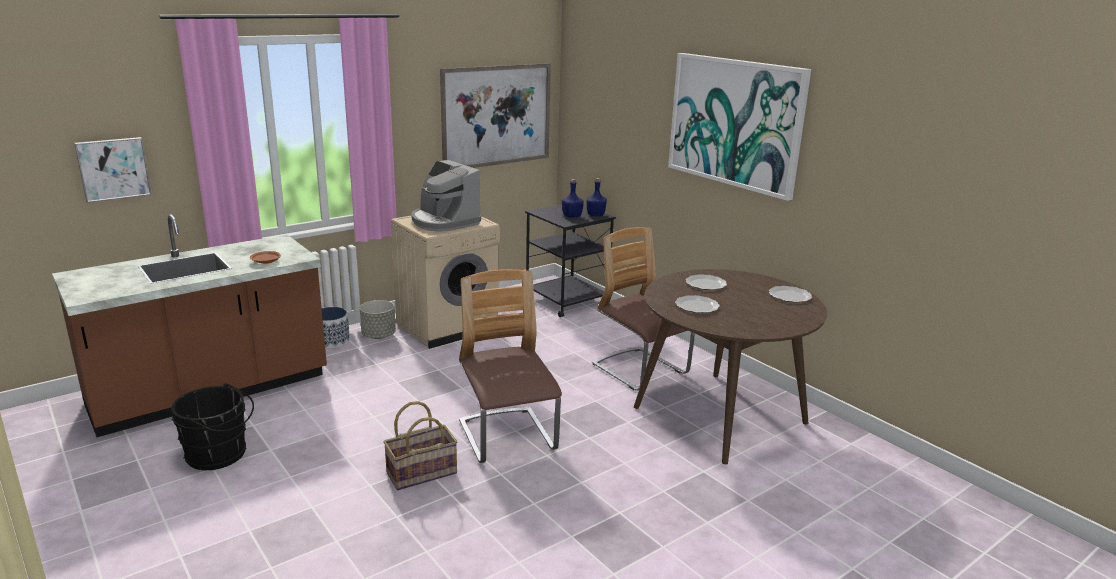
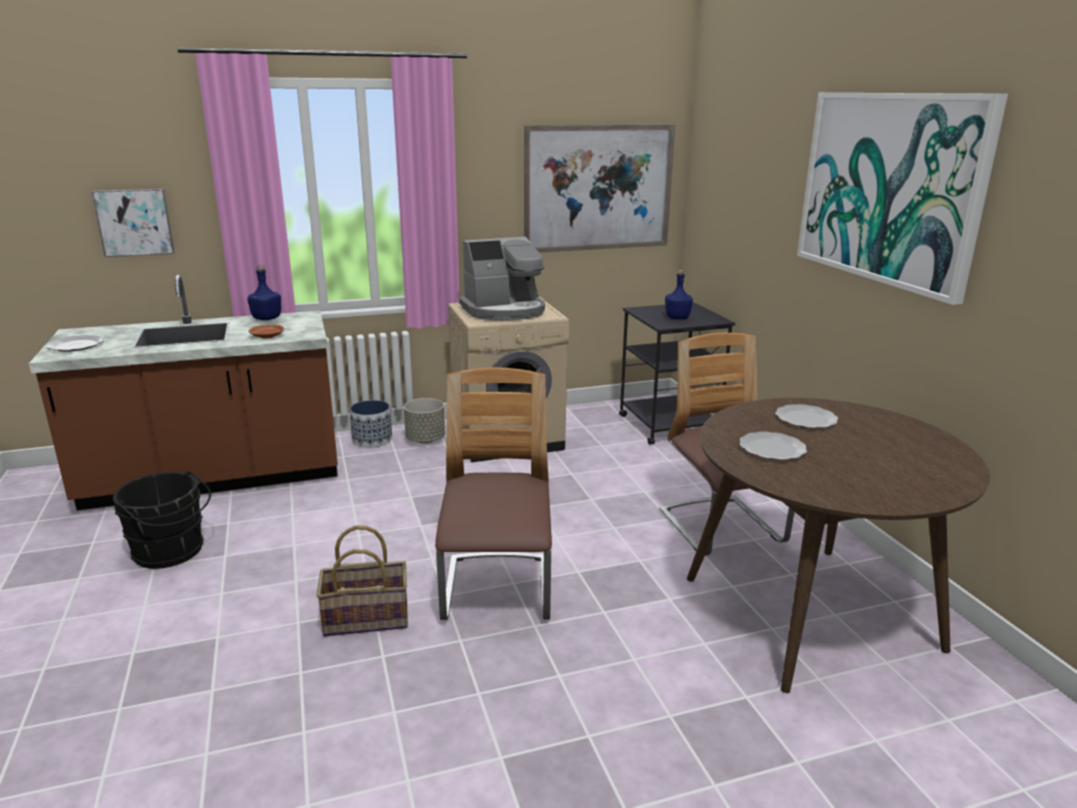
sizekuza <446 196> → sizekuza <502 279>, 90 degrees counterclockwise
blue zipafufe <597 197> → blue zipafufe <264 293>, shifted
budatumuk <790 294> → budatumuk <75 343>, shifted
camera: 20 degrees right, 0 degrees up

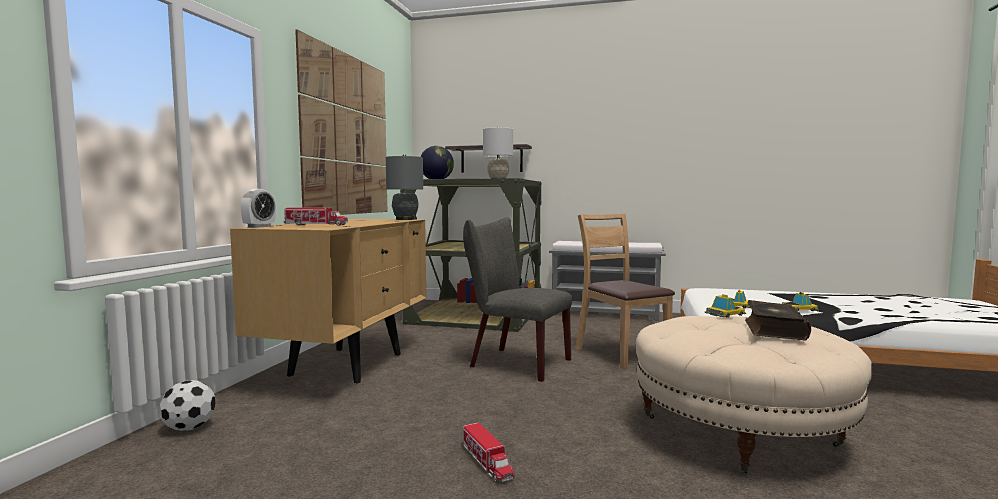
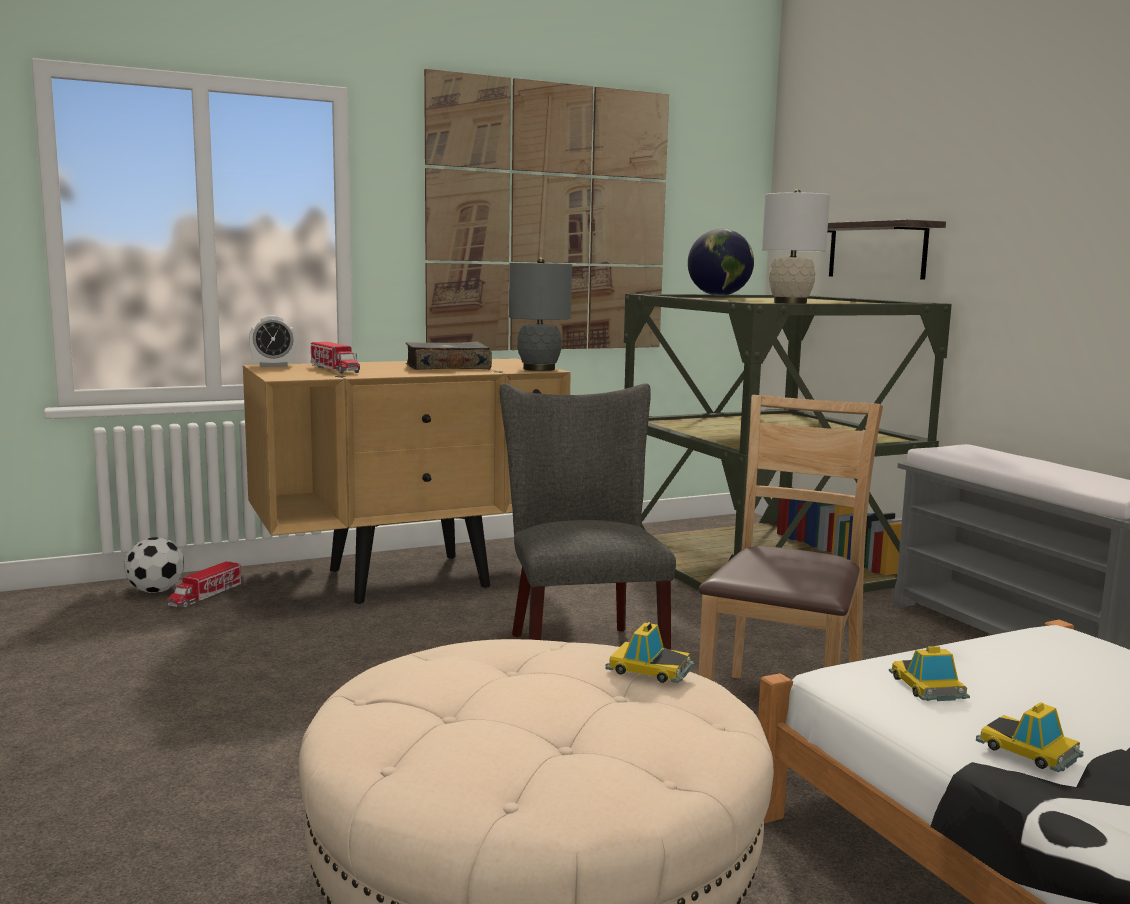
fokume <778 320> → fokume <448 355>, shifted
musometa <489 453> → musometa <204 585>, shifted
camera: 50 degrees right, 5 degrees up

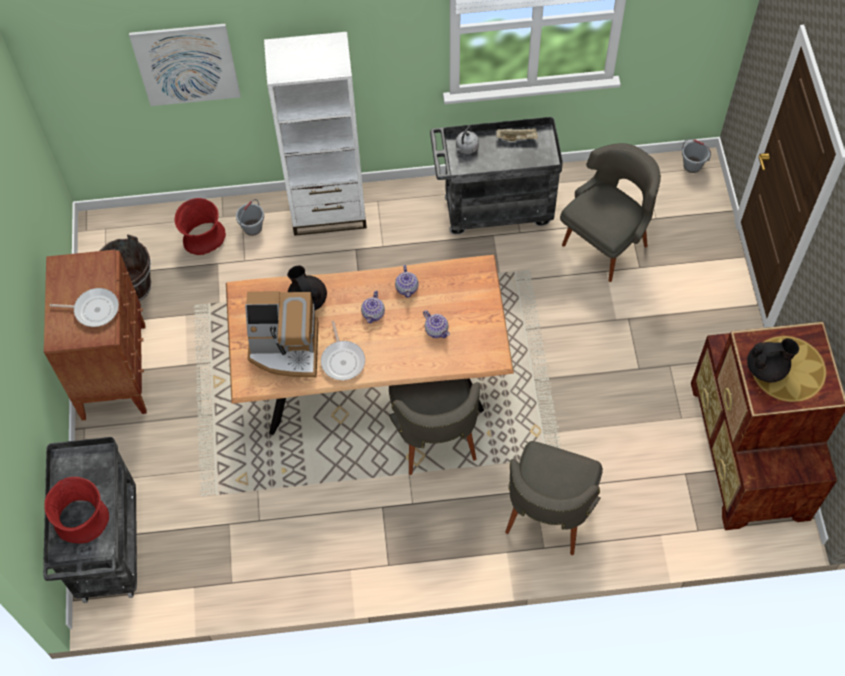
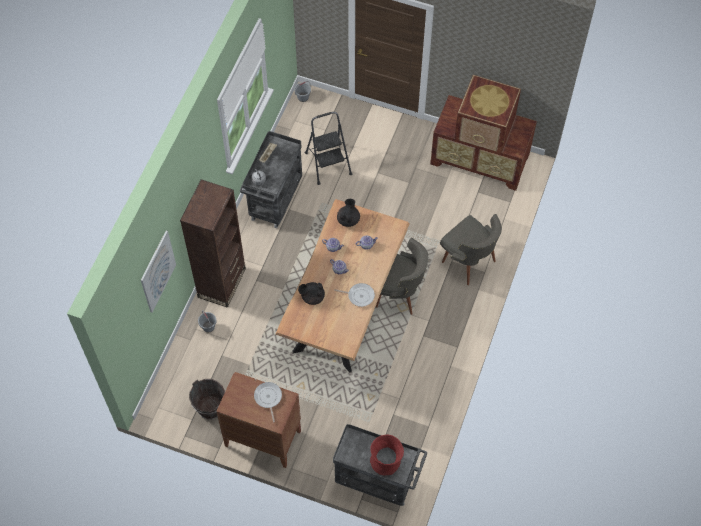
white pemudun <315 134> → brown pemudun <213 243>
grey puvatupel <610 212> → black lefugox <328 148>
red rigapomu <200 226> → -
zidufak <84 307> → zidufak <268 402>, 45 degrees counterclockwise
sizekuza <282 334> → -
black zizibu <773 360> → black zizibu <348 213>, shifted
camera: 65 degrees left, 0 degrees up

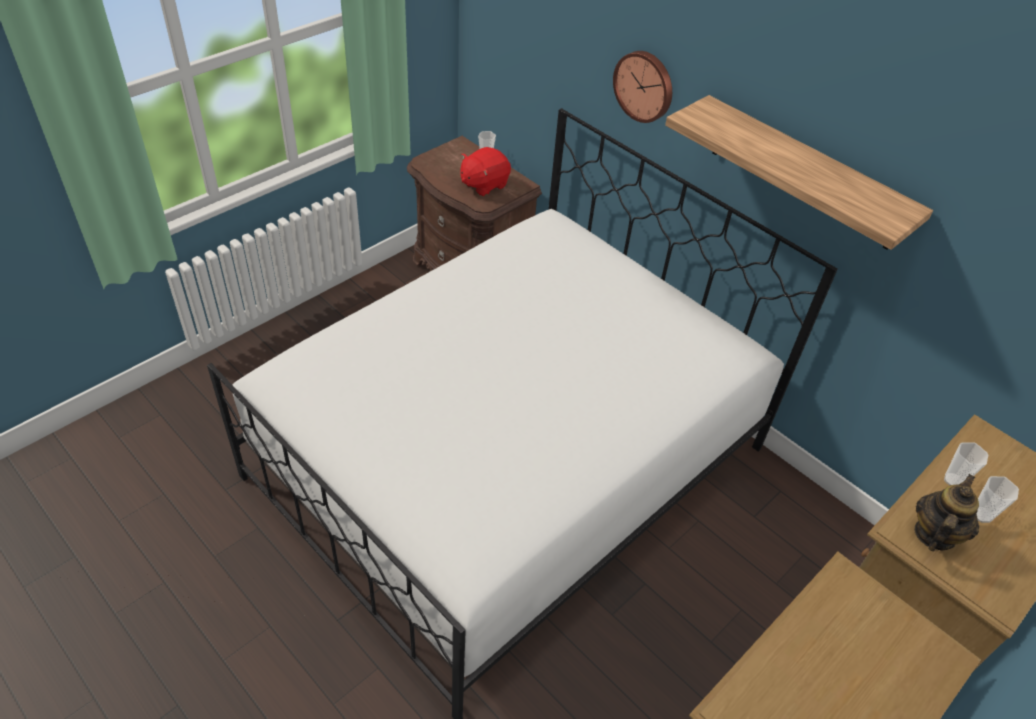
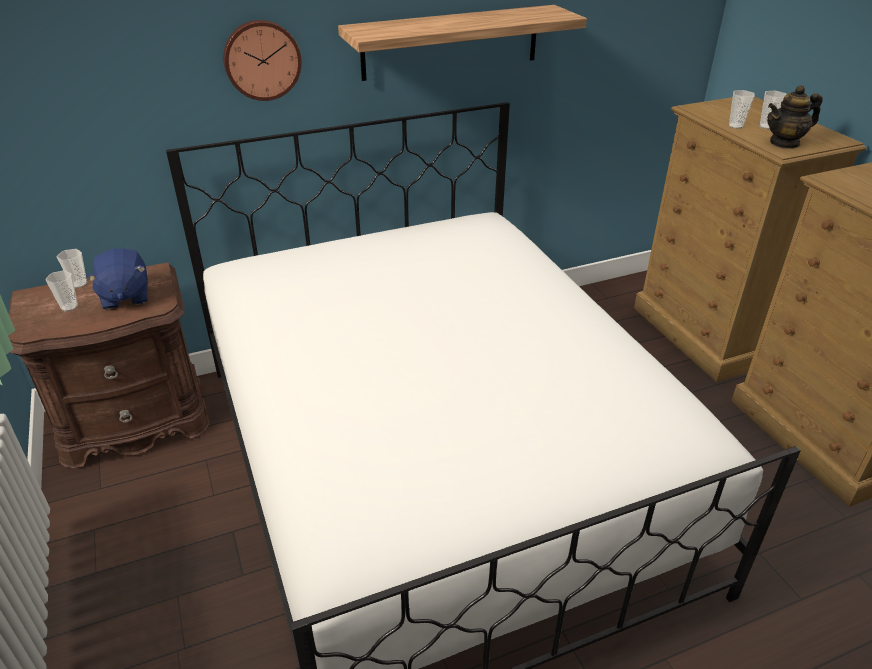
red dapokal <485 172> → blue dapokal <117 279>
zizibu <946 512> → zizibu <795 117>, 75 degrees counterclockwise
- → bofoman <61 291>
camera: 65 degrees left, 10 degrees down

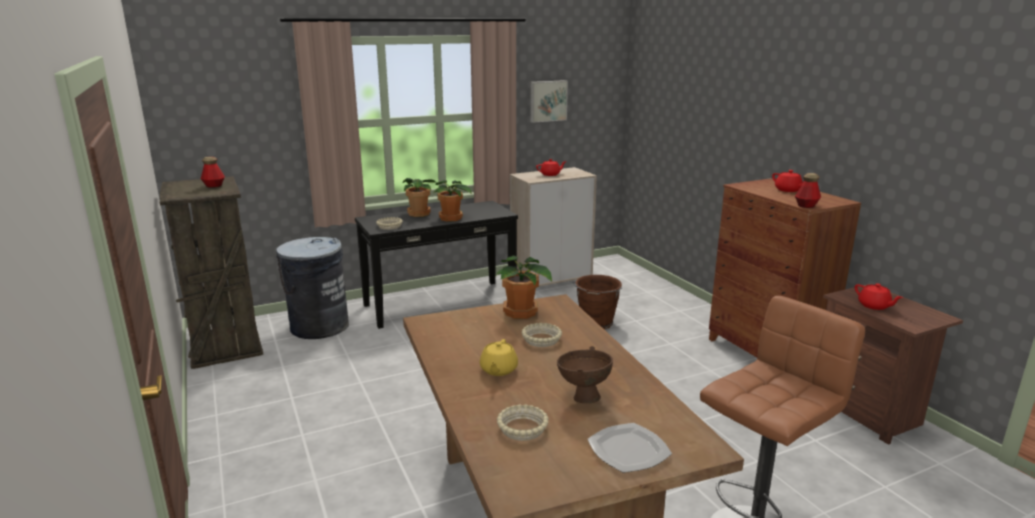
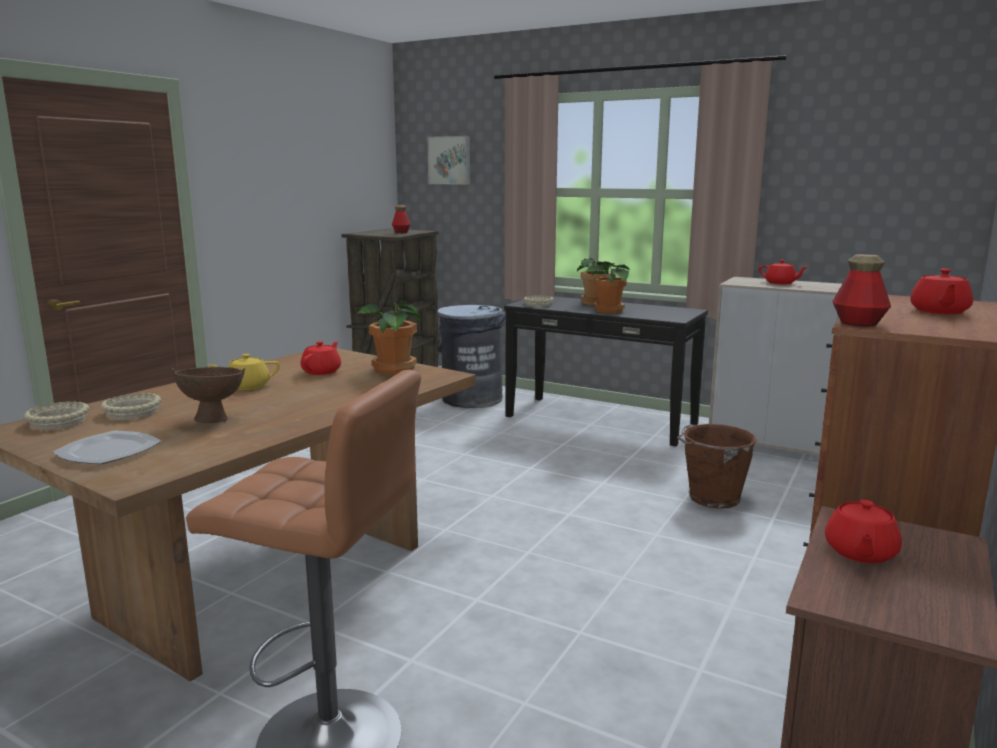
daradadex <549 101> → daradadex <448 160>, shifted
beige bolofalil <542 335> → beige bolofalil <56 415>, shifted
- → red zizibu <321 358>
camera: 55 degrees right, 5 degrees down

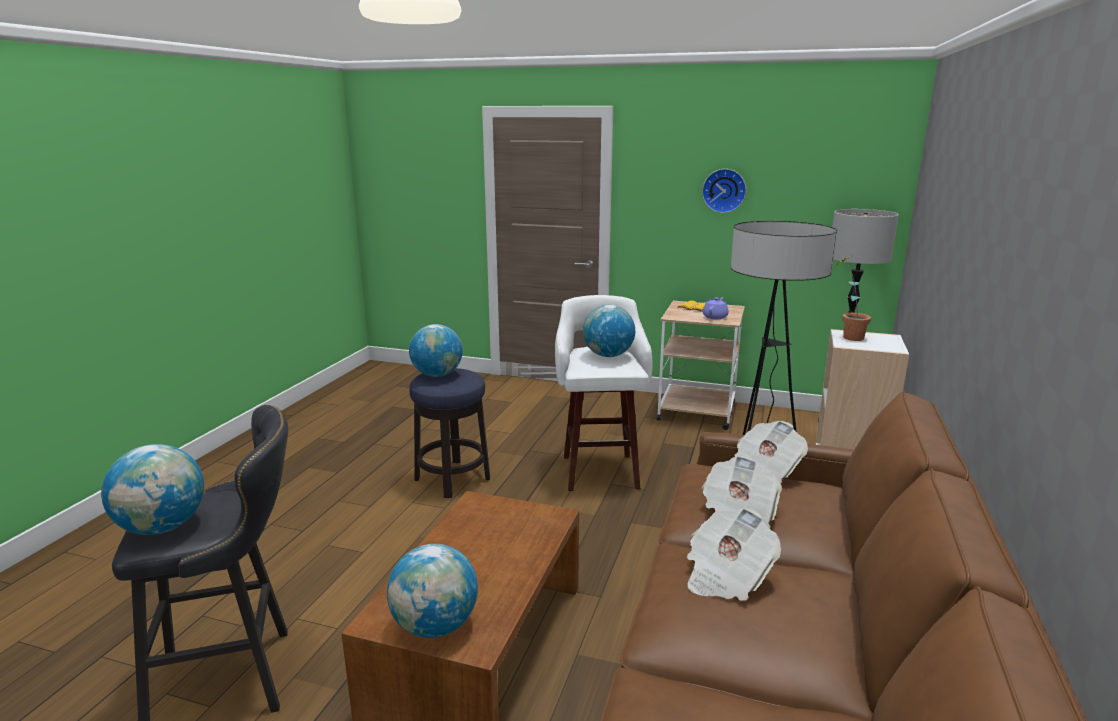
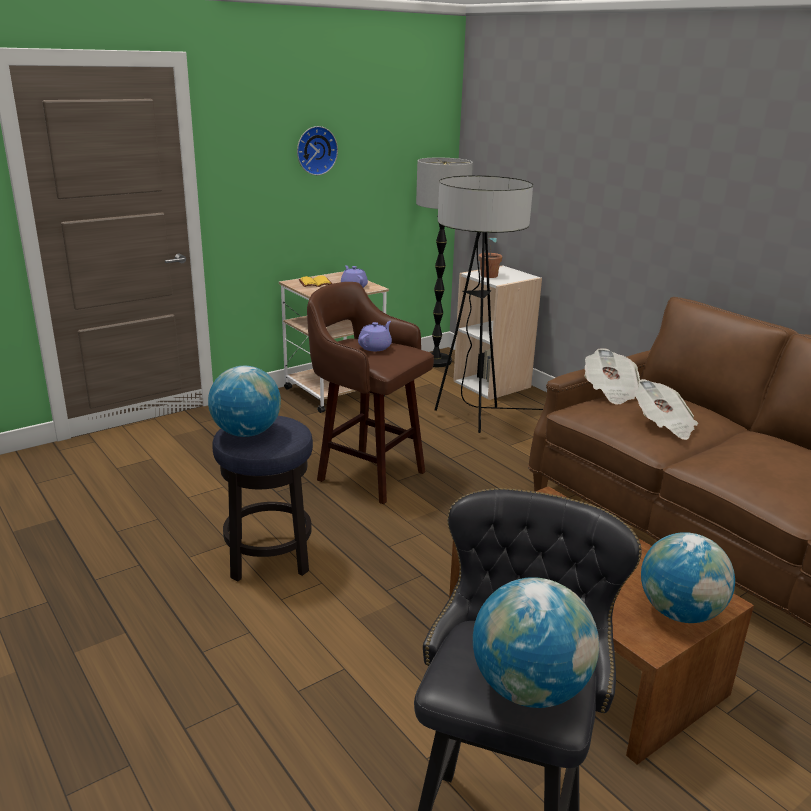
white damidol <604 393> → brown damidol <370 393>
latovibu <609 331> → purple zizibu <375 336>
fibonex <734 554> → -
camera: 55 degrees left, 5 degrees up

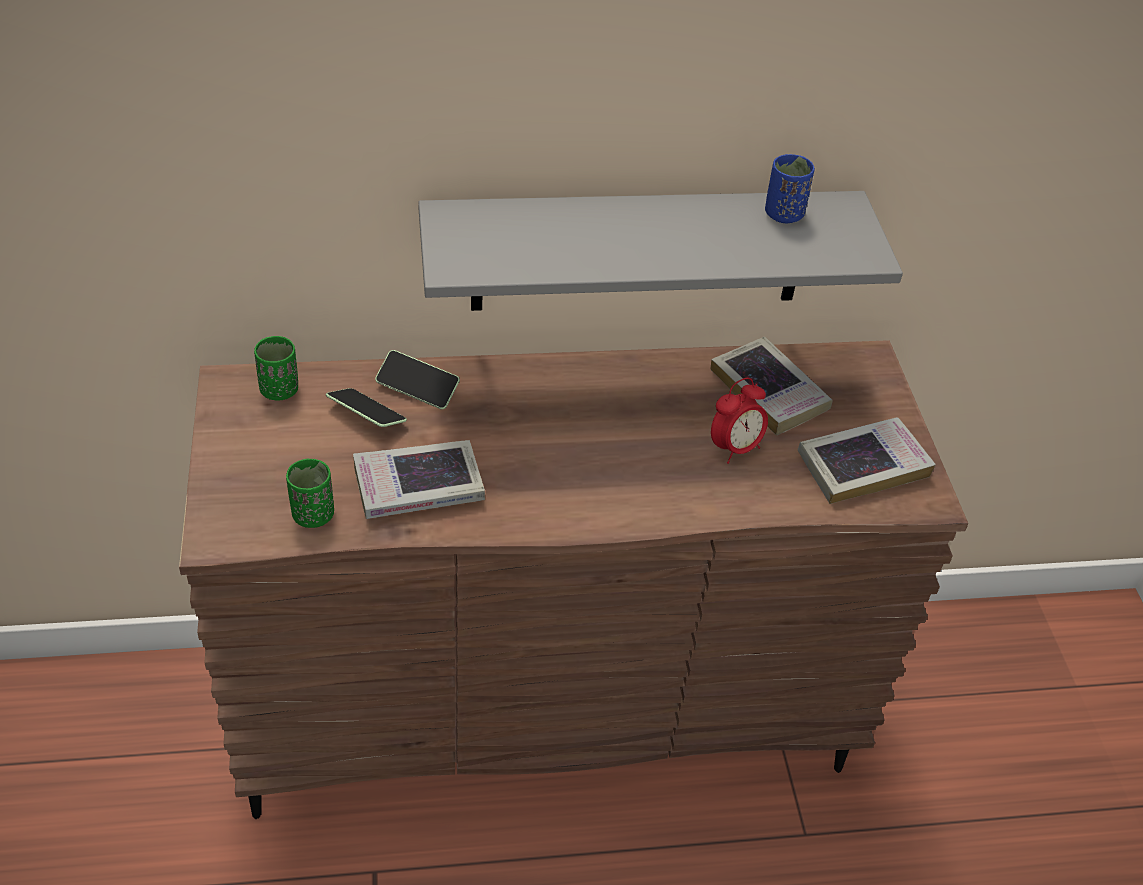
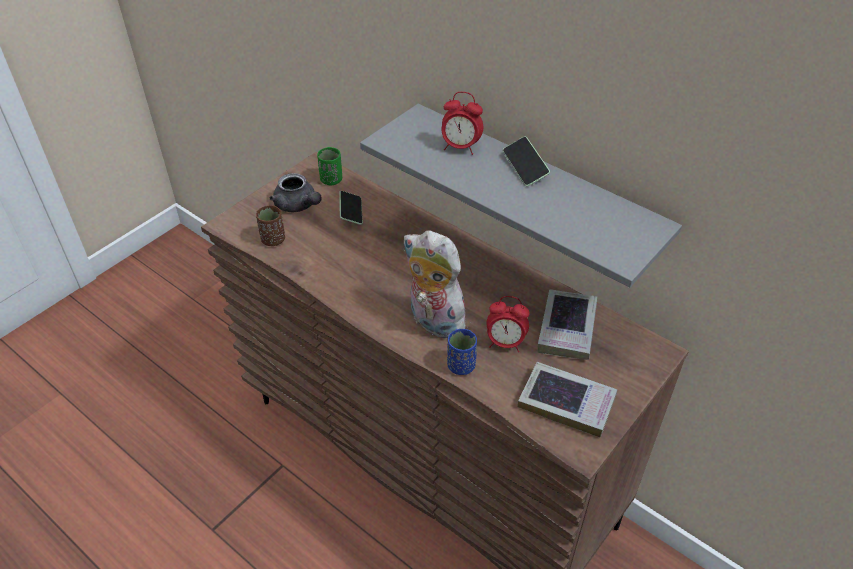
blue bofoman <790 188> → blue bofoman <462 352>, shifted
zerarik <417 379> → zerarik <526 161>, shifted
fokume <419 479> → -
green bofoman <310 493> → brown bofoman <270 225>
- → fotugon <462 123>
- → grey zizibu <296 192>
- → dapokal <437 284>
camera: 50 degrees right, 0 degrees up

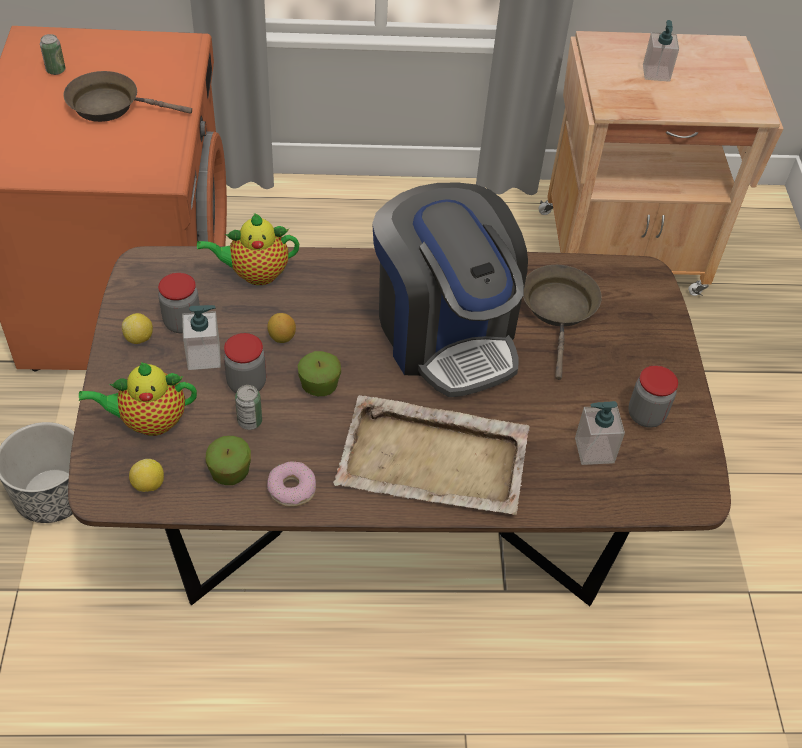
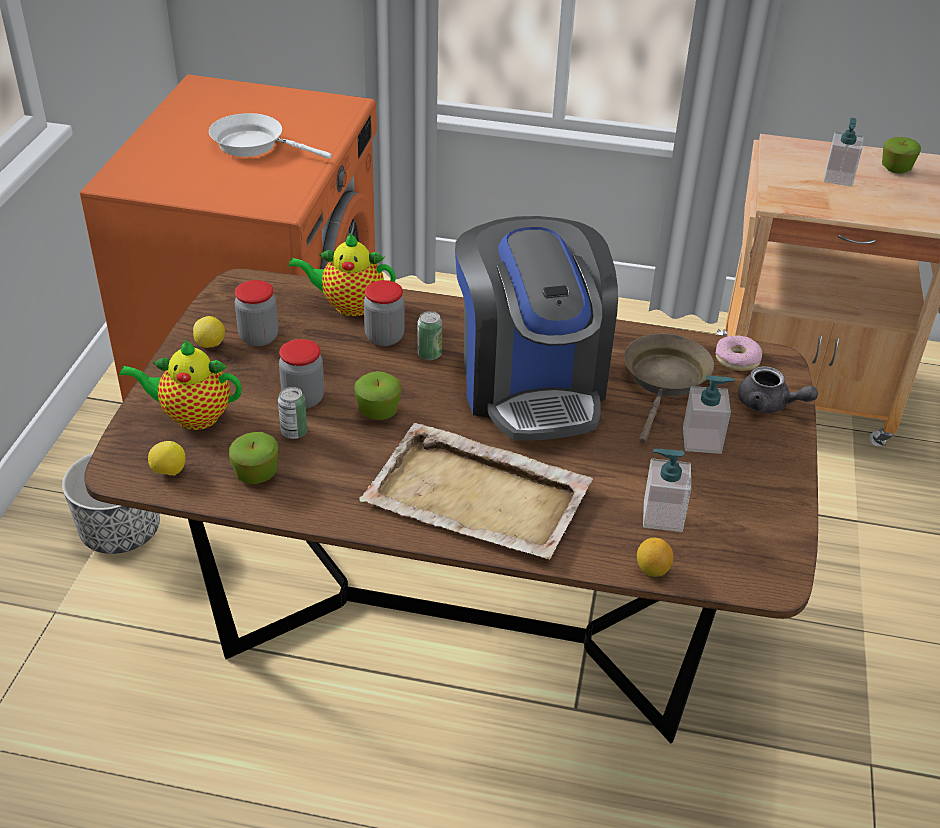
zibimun <53 54> → zibimun <429 335>, shifted
brown zidufak <127 96> → white zidufak <270 136>
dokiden <201 337> → dokiden <709 414>, shifted
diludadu <281 328> → diludadu <655 557>, shifted
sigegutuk <653 396> → sigegutuk <384 313>, shifted
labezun <291 484> → labezun <739 353>, shifted
- → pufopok <901 155>
- → grey zizibu <778 389>
camera: 15 degrees right, 10 degrees down

